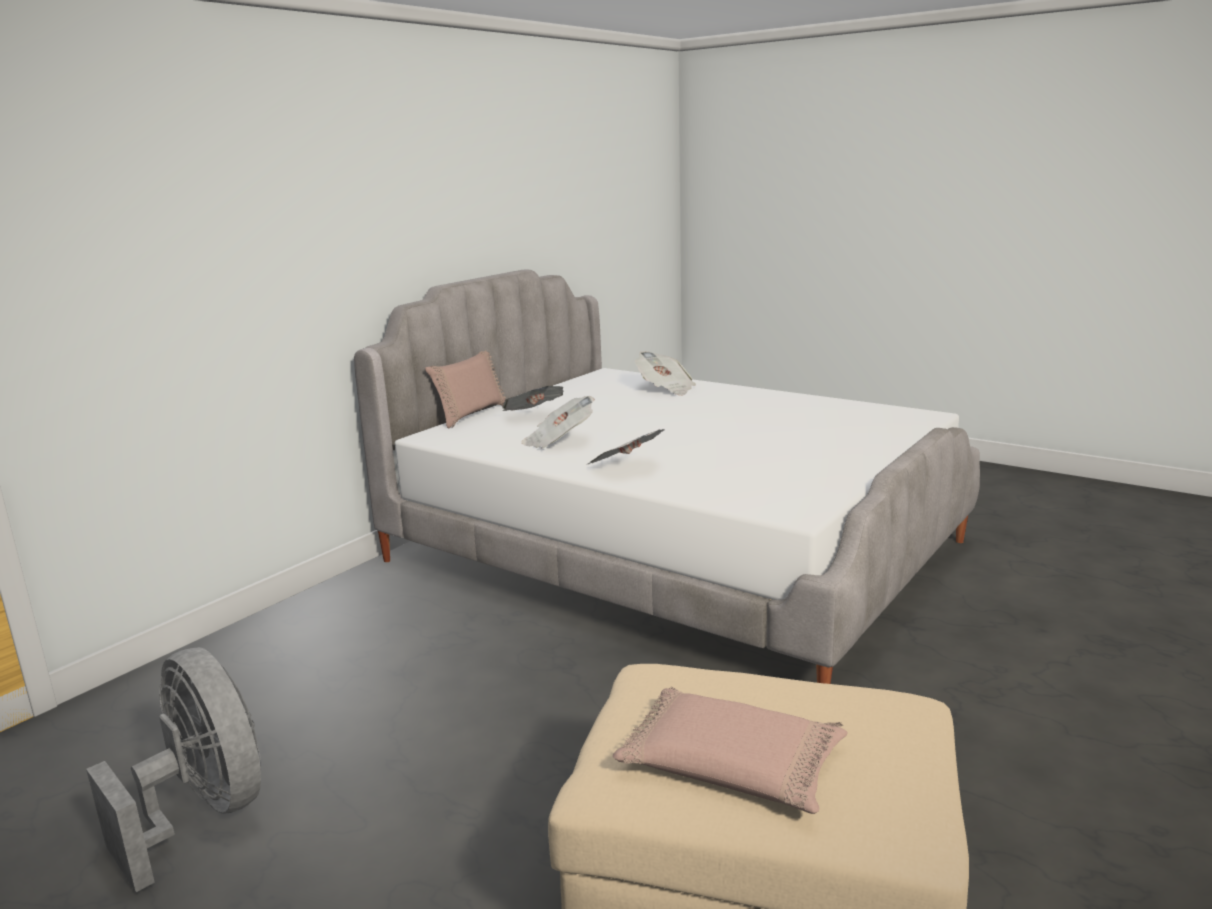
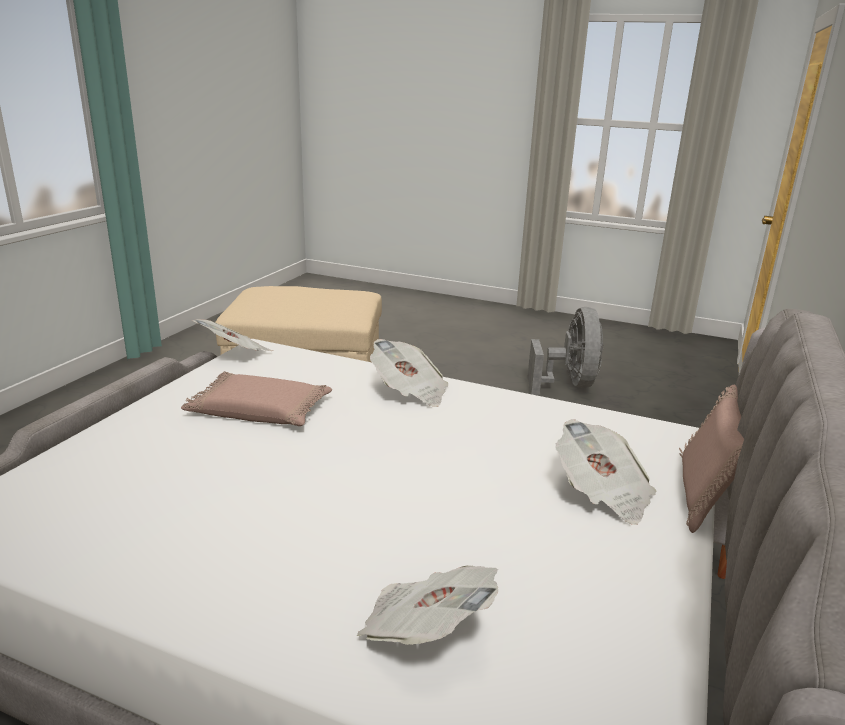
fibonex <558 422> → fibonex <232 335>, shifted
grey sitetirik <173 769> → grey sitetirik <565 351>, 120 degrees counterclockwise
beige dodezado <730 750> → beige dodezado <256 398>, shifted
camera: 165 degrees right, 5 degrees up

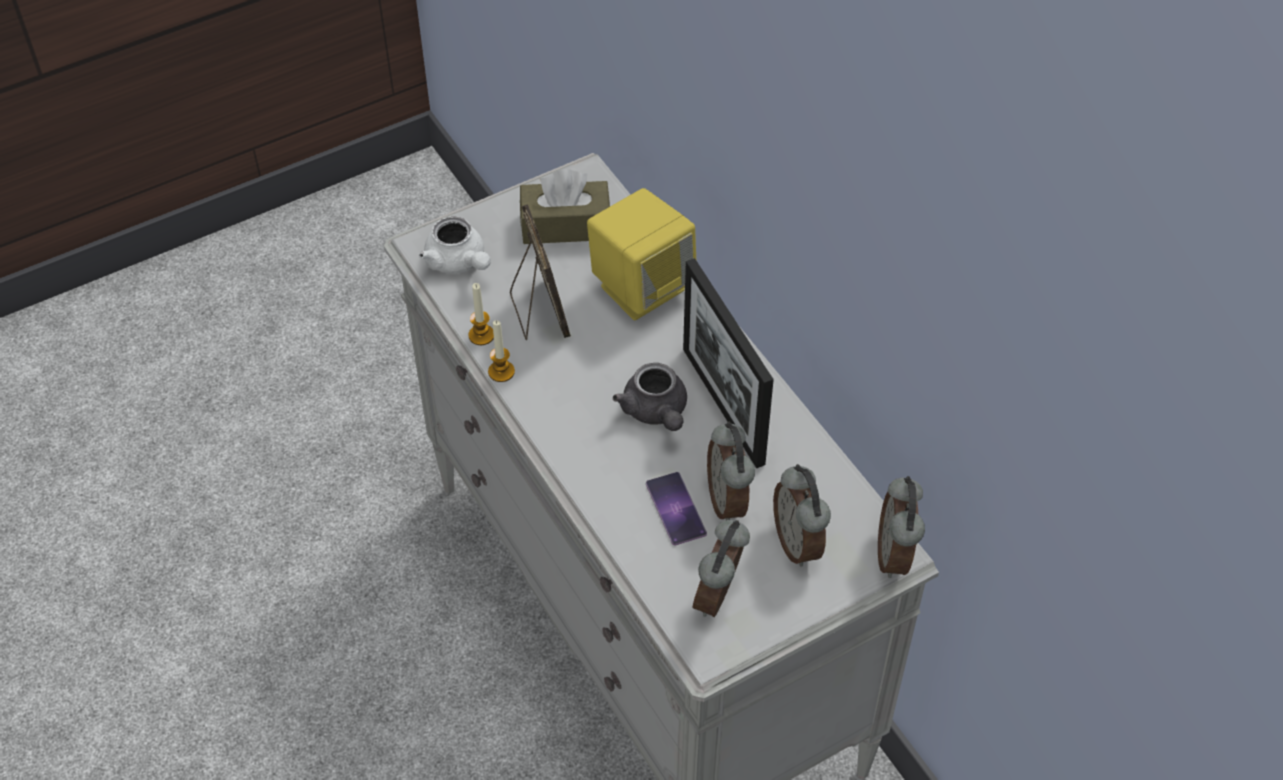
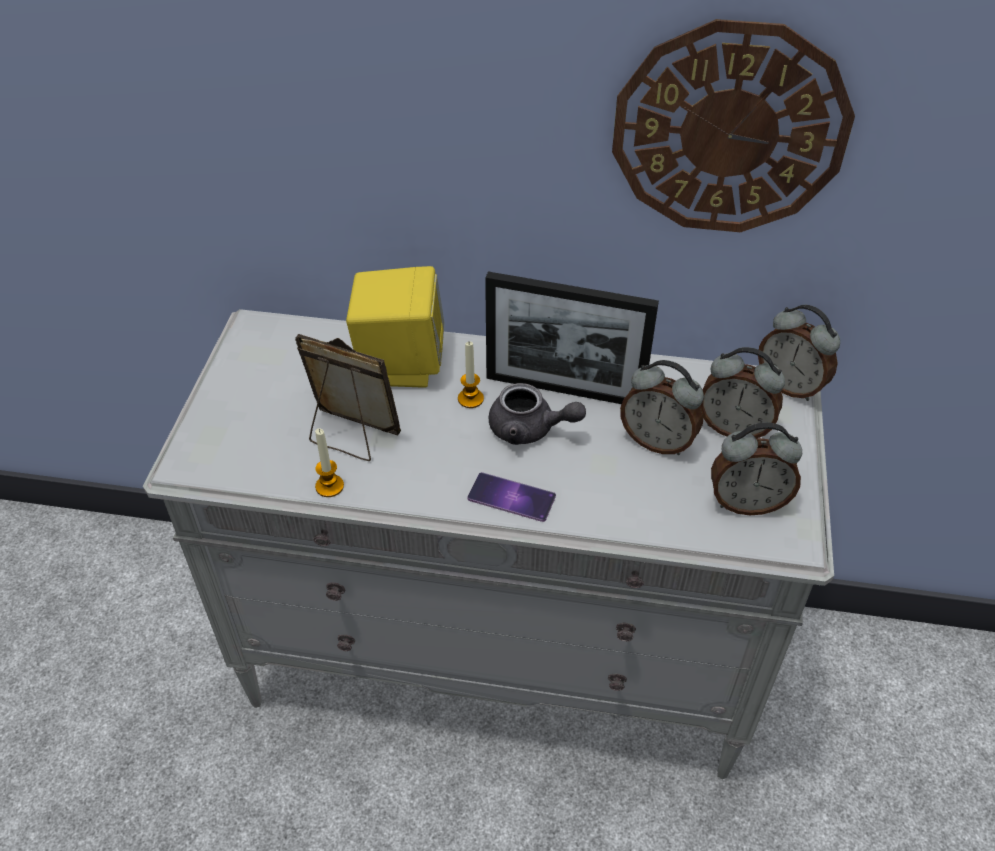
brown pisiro <565 206> → -
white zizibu <455 245> → -
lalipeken <501 351> → lalipeken <471 375>, shifted
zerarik <676 509> → zerarik <512 497>, shifted
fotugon <721 568> → fotugon <756 468>, 60 degrees counterclockwise
- → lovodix <733 125>
camera: 50 degrees left, 5 degrees down

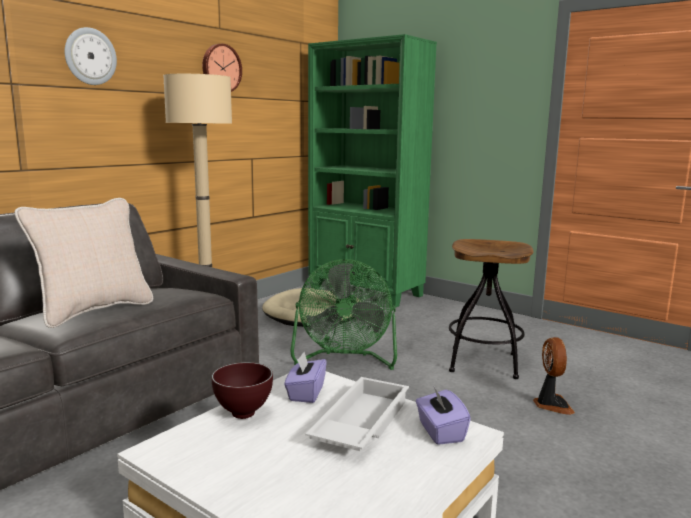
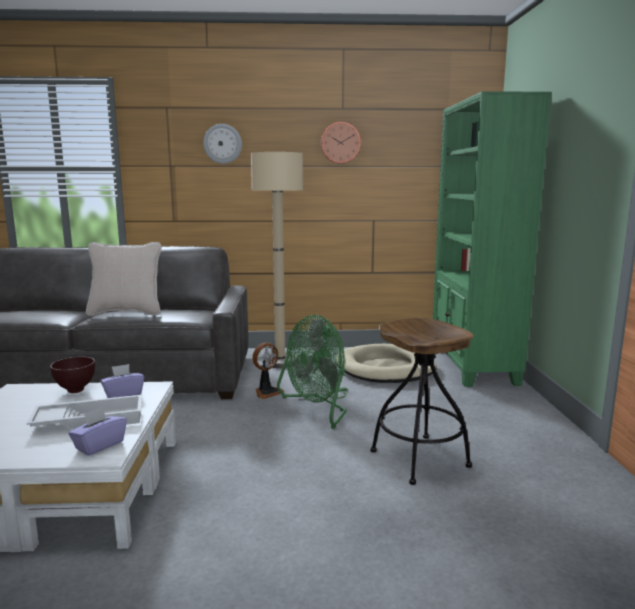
sitetirik <554 376> → sitetirik <268 371>, shifted
camera: 50 degrees right, 0 degrees up

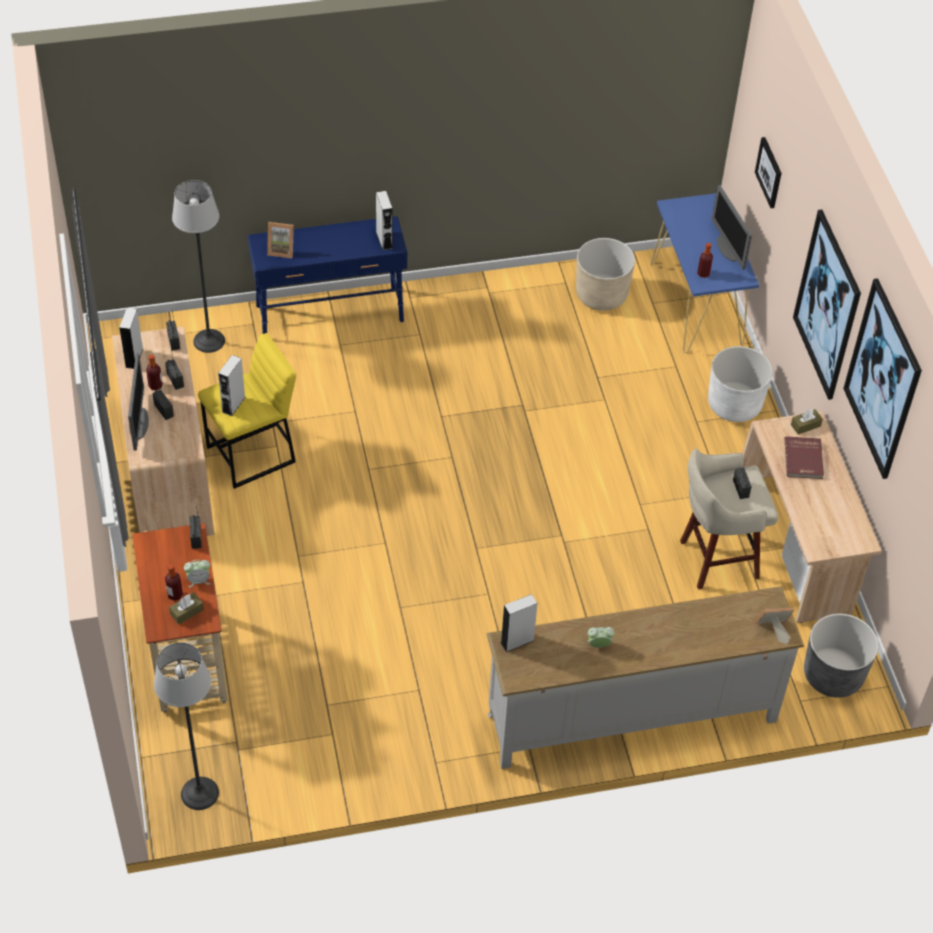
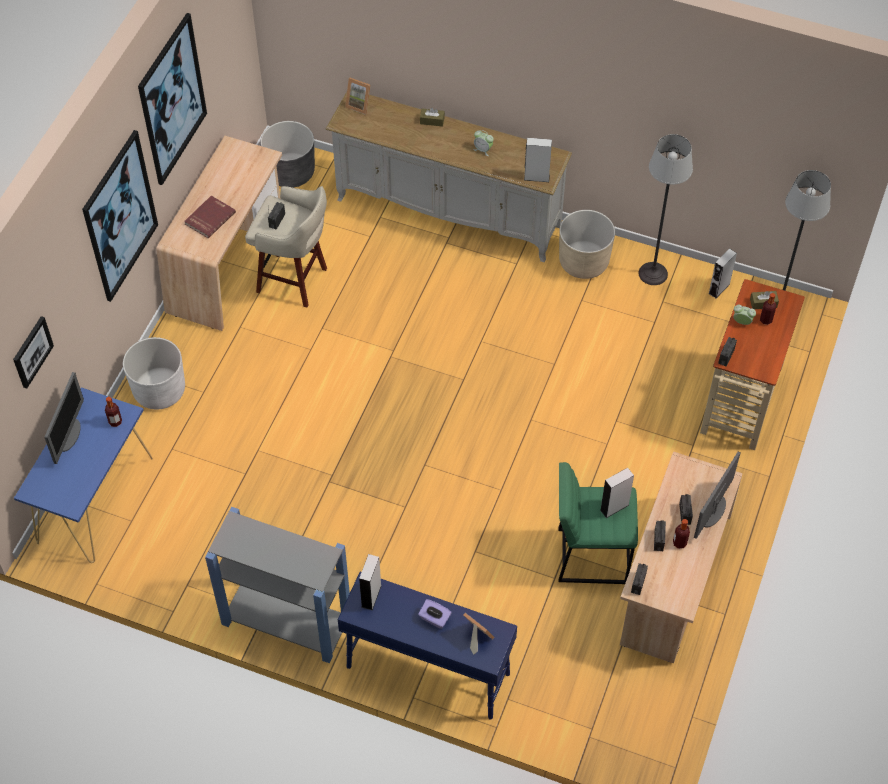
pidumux <198 266> → pidumux <666 209>, shifted
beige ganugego <605 274> → beige ganugego <587 244>, shifted
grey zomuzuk <131 338> → grey zomuzuk <722 273>, shifted
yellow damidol <247 411> → green damidol <598 523>
brown pisiro <807 422> → brown pisiro <432 117>, shifted
- → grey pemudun <277 585>
- → purple pisiro <435 614>
camera: 145 degrees left, 5 degrees up

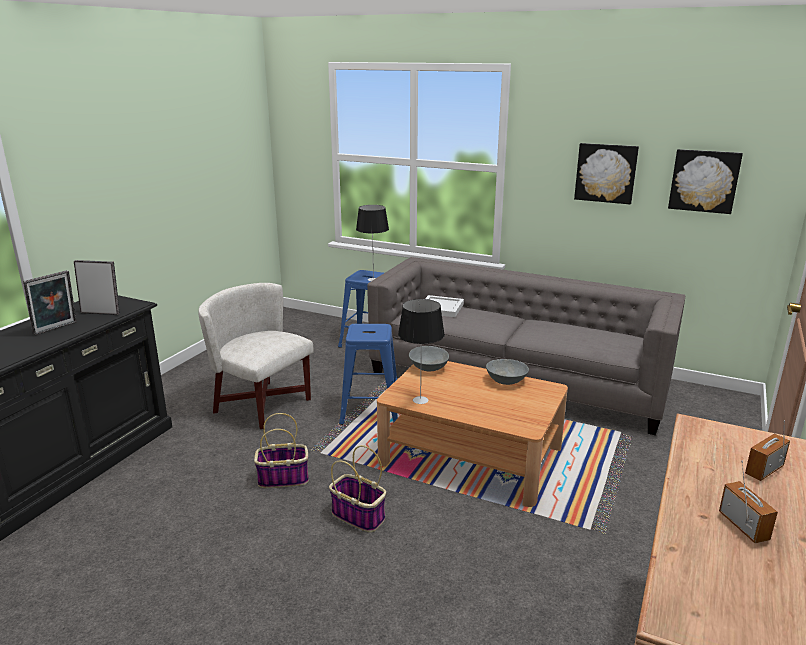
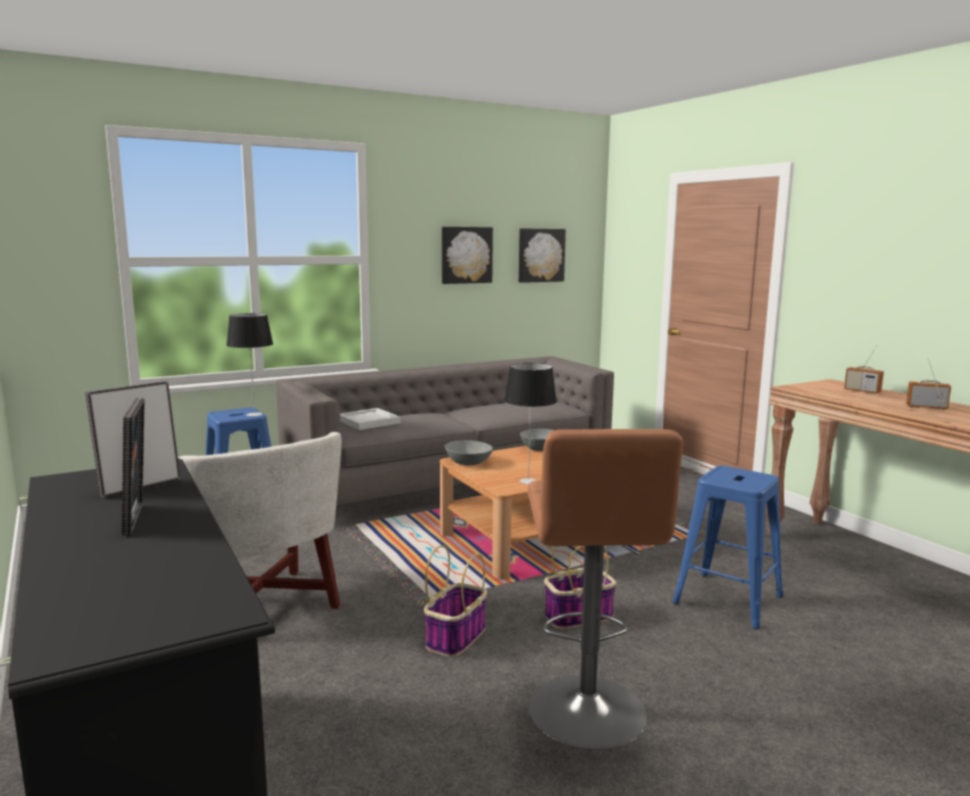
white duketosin <256 356> → white duketosin <260 520>, 105 degrees counterclockwise
blue damidol <368 374> → blue damidol <728 547>, shifted
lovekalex <767 450> → lovekalex <864 370>, 45 degrees counterclockwise
- → brown damidol <605 589>
camera: 55 degrees left, 10 degrees down

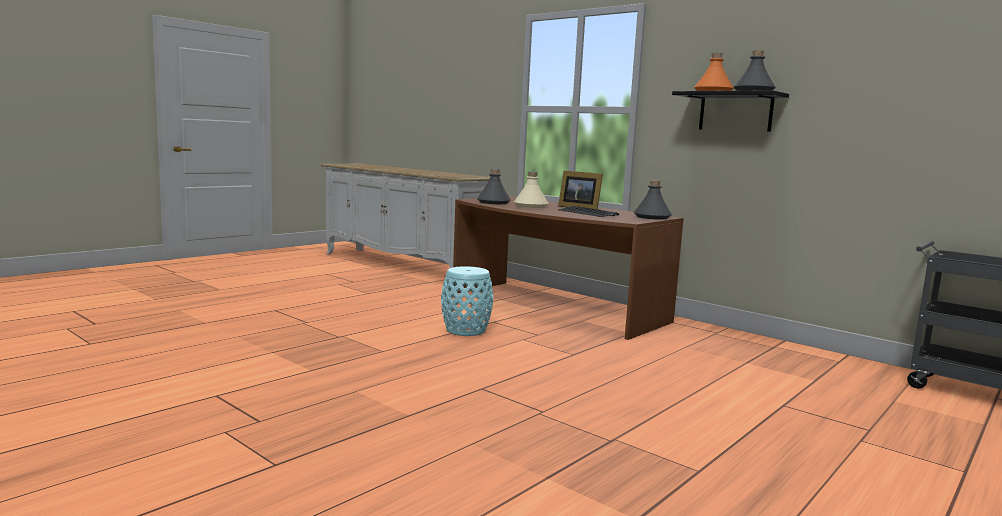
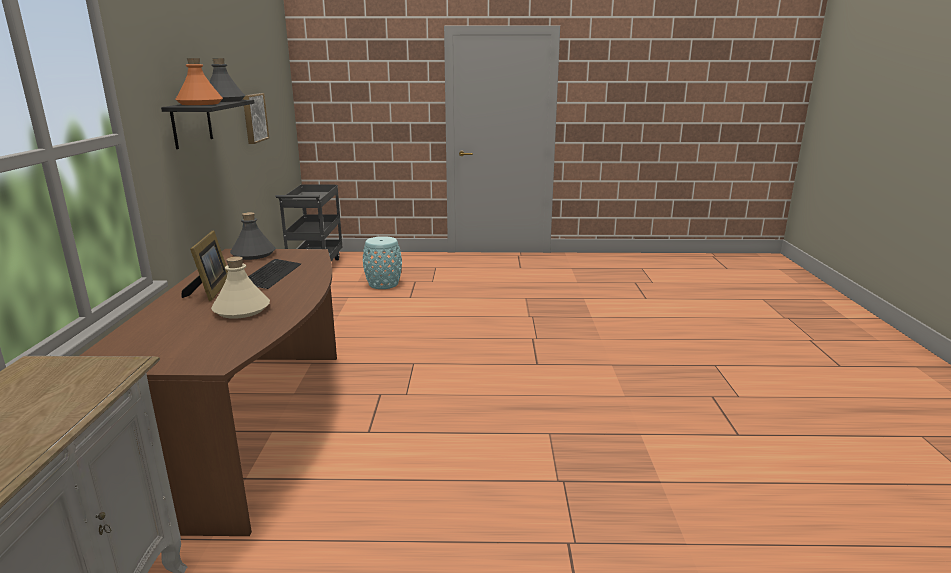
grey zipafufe <494 186> → -
turquoise damidol <467 301> → turquoise damidol <382 262>, shifted
- → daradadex <256 118>
camera: 130 degrees left, 10 degrees up

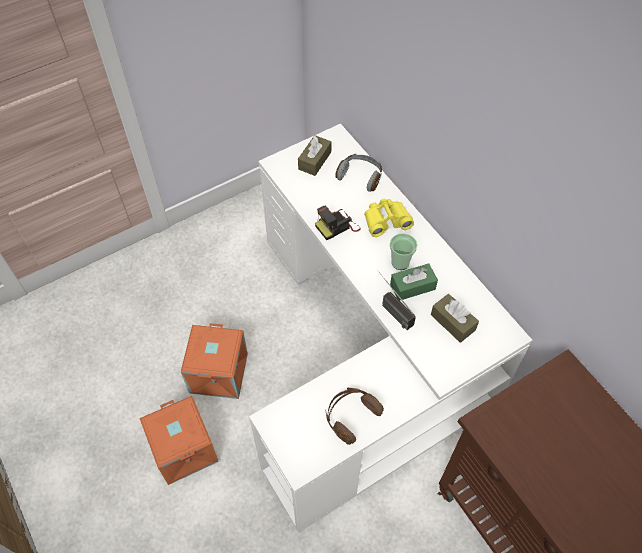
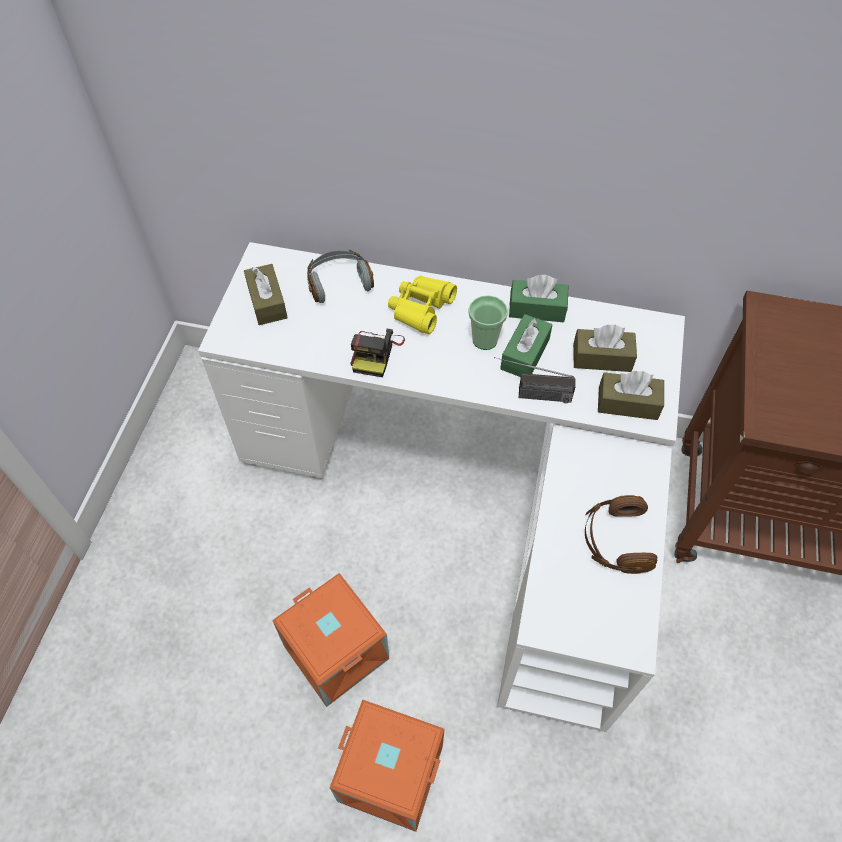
- → green pisiro <538 298>
- → brown pisiro <631 395>
camera: 45 degrees left, 0 degrees up

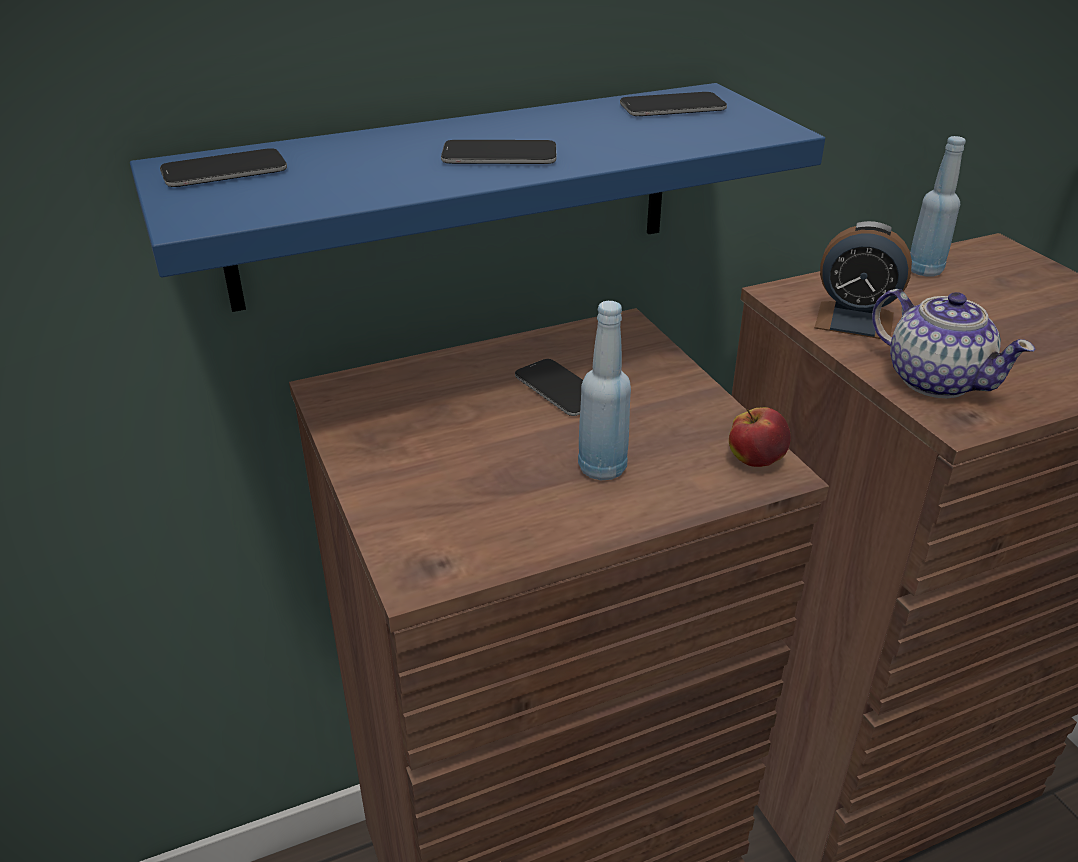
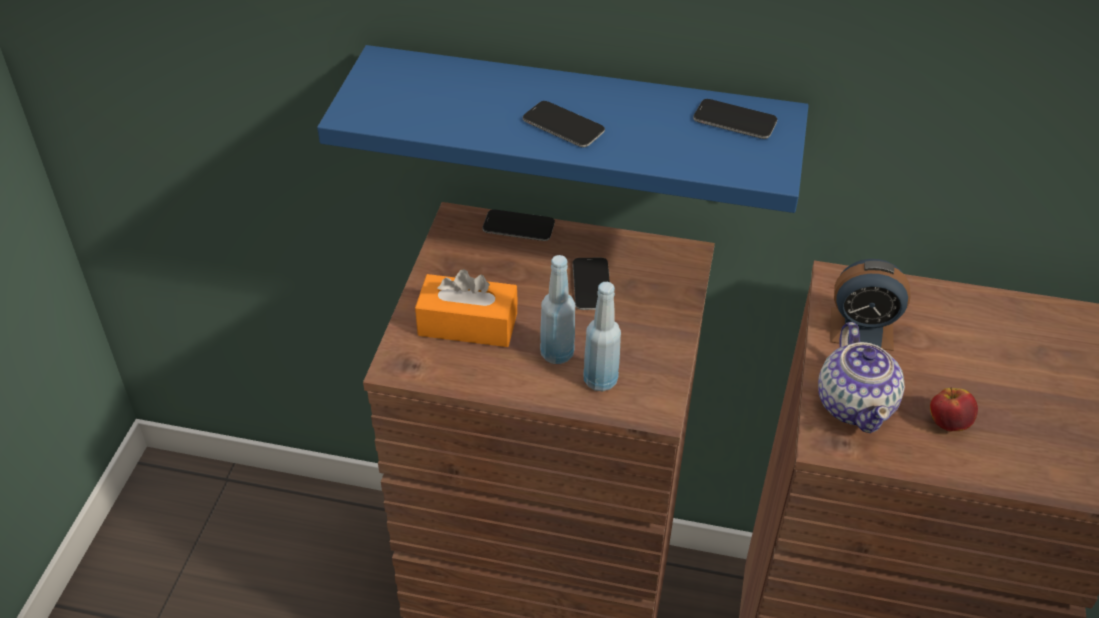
blue zipafufe <938 206> → blue zipafufe <602 336>, shifted
zerarik <223 167> → zerarik <518 225>, shifted
fotugon <863 280> → fotugon <870 305>, 45 degrees counterclockwise
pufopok <760 437> → pufopok <954 409>, shifted
- → orange pisiro <466 308>
camera: 35 degrees right, 10 degrees up

